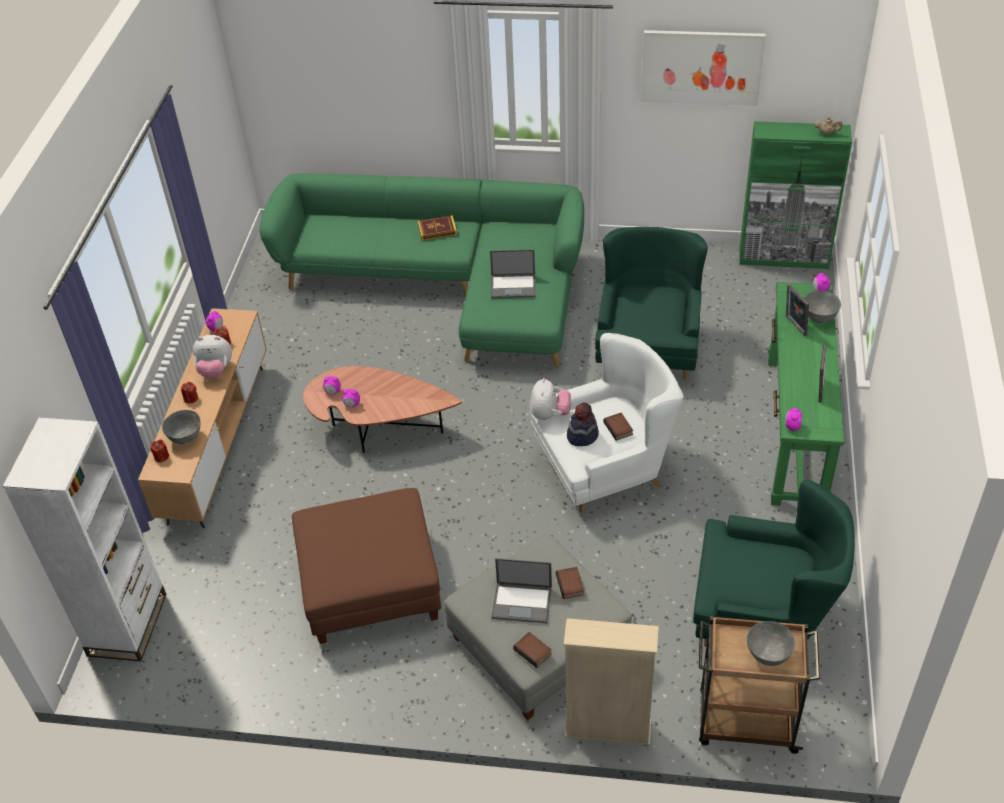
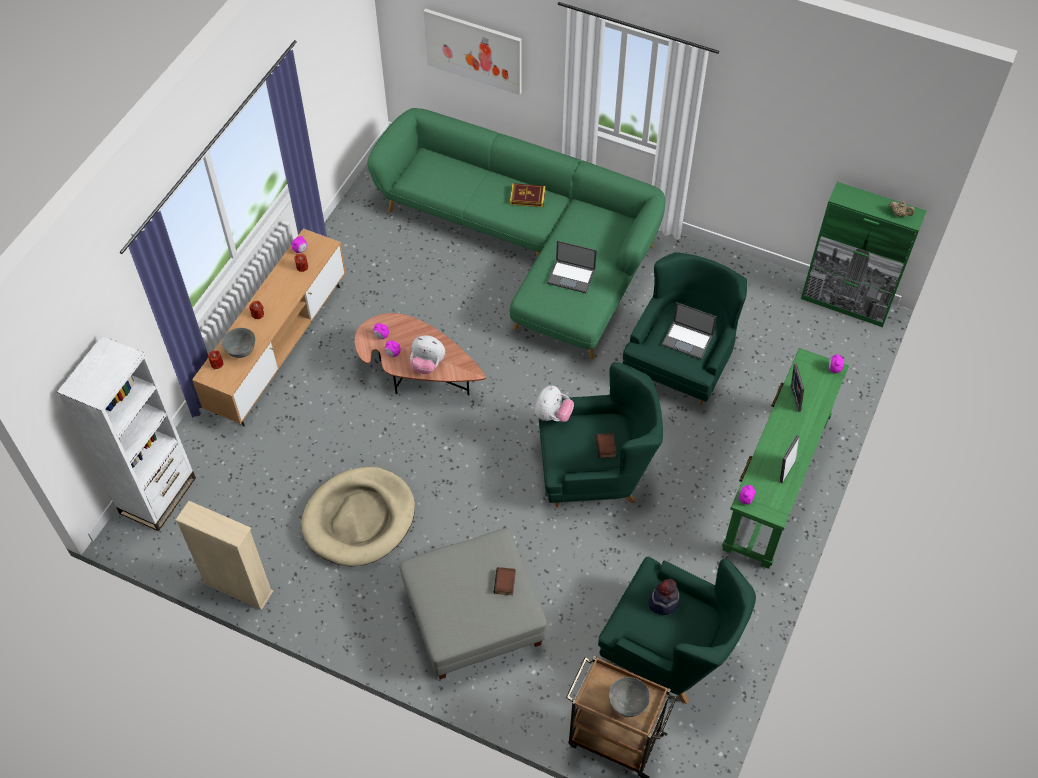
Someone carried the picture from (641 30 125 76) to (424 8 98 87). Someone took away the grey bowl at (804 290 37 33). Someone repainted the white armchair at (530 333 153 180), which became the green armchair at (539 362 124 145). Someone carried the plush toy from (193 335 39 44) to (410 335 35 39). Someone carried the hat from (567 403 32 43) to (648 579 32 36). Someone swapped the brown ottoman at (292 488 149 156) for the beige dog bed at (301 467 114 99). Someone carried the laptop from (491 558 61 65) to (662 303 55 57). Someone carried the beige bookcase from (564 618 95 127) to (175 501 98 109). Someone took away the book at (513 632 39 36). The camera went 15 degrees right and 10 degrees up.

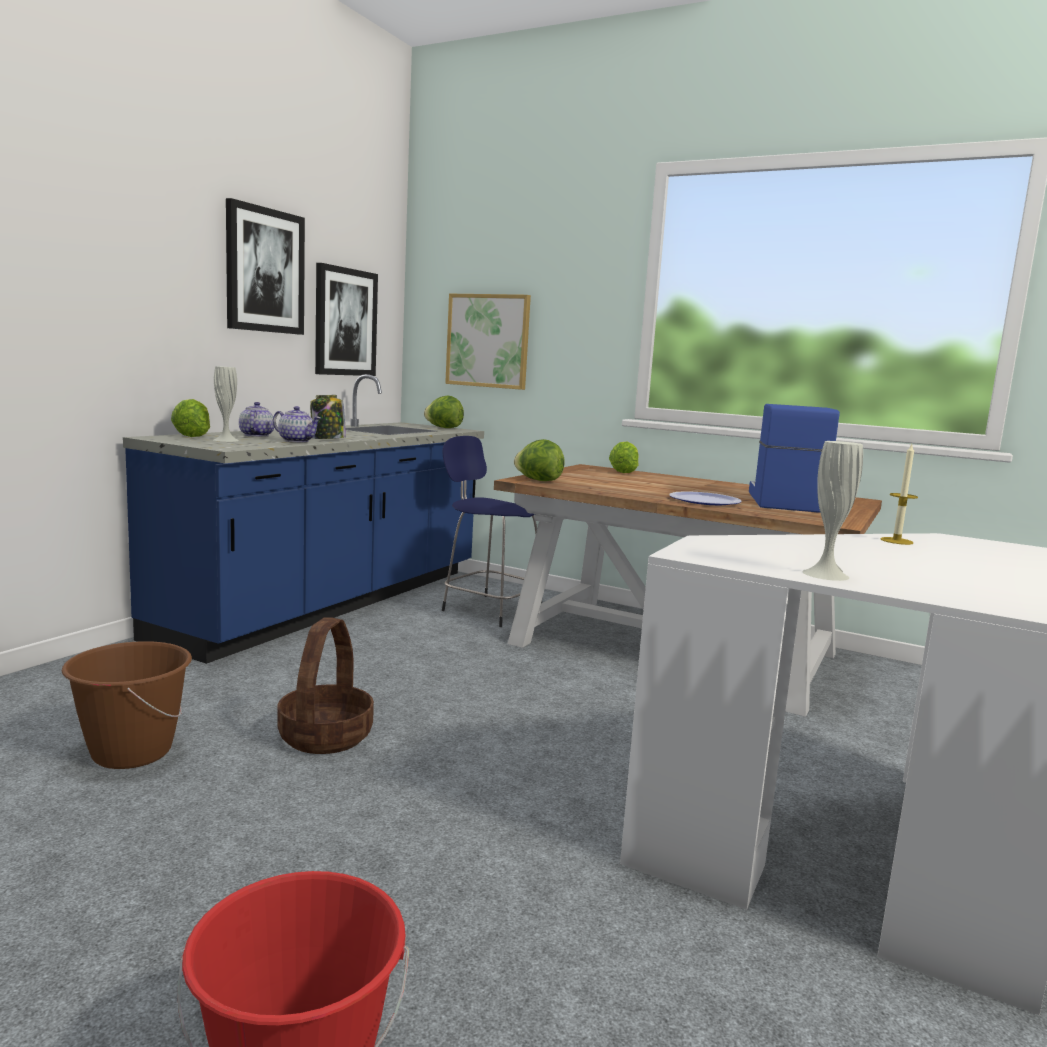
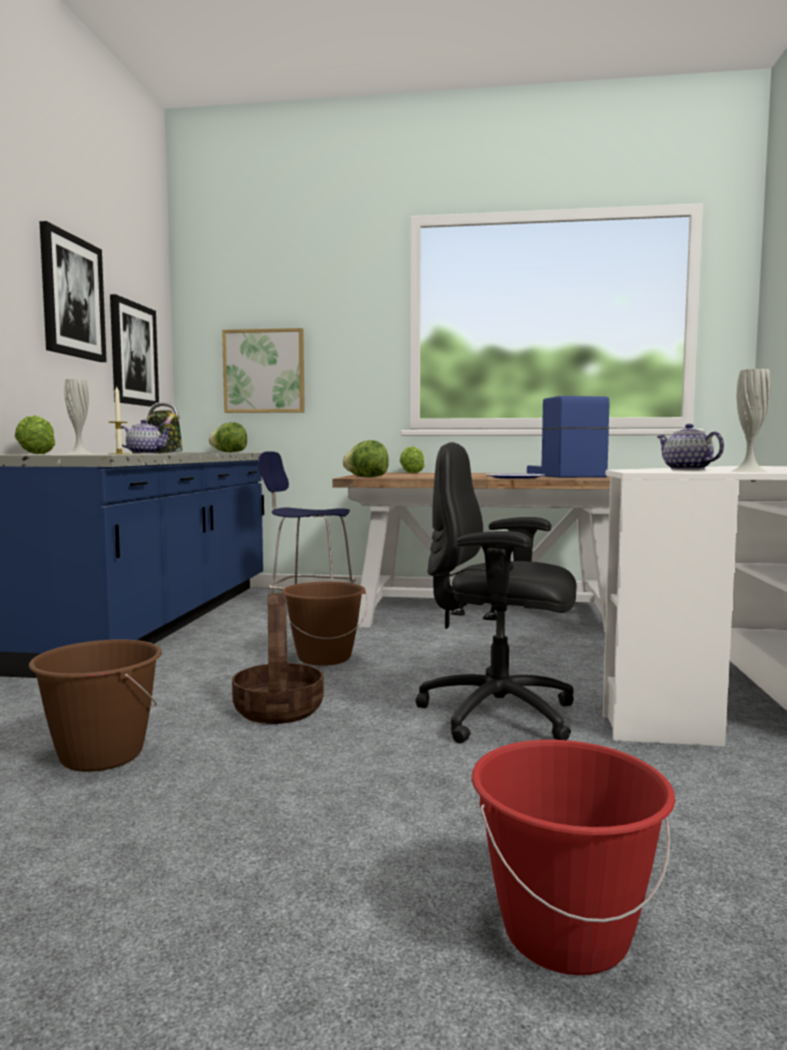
Someone carried the teapot from (239 402 35 35) to (657 424 67 46). Someone carried the candle from (880 444 38 101) to (108 387 22 67). Someone put down the black office chair at (416 442 160 301). Someone put down the brown bucket at (282 582 86 84). The camera went 20 degrees left and 5 degrees down.

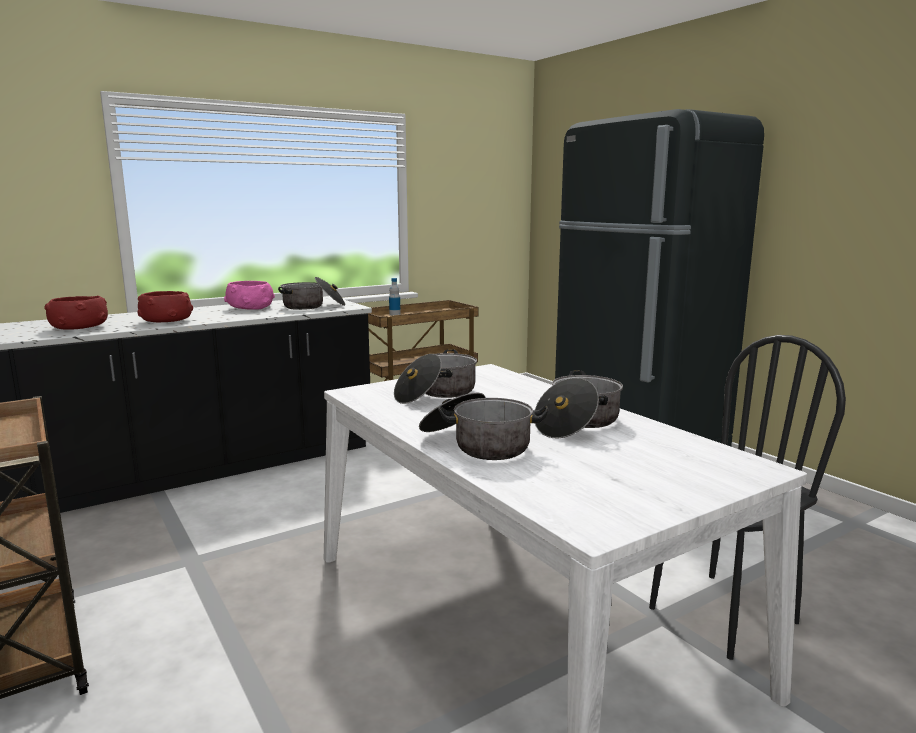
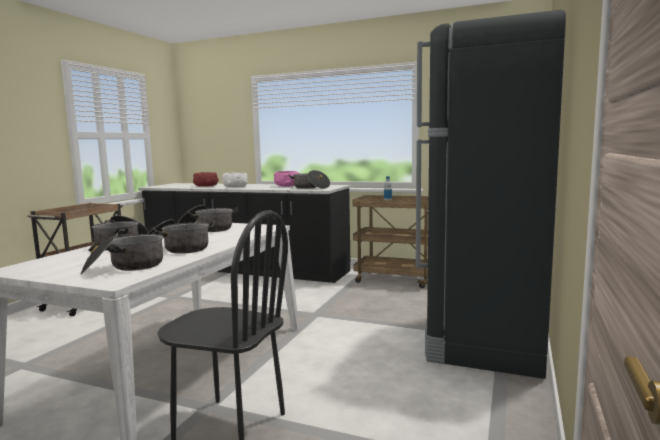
Someone repainted the red bowl at (137 291 56 31), which became the white bowl at (222 172 26 15). Someone put down the cooking pot at (80 231 83 43). The camera went 55 degrees right and 5 degrees down.

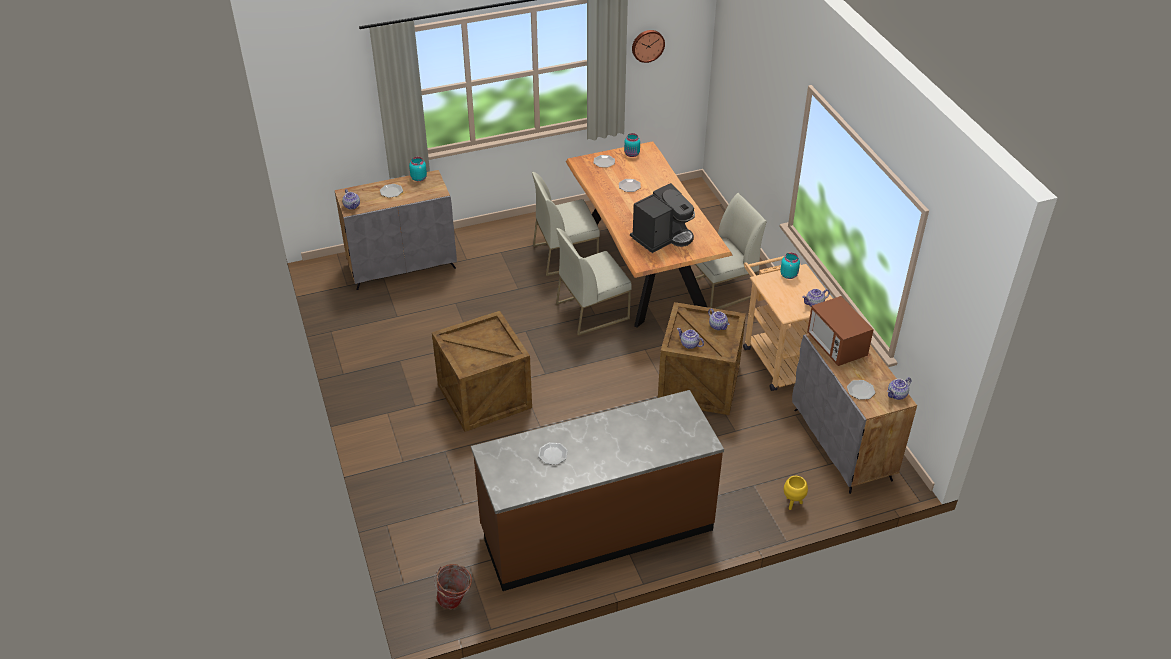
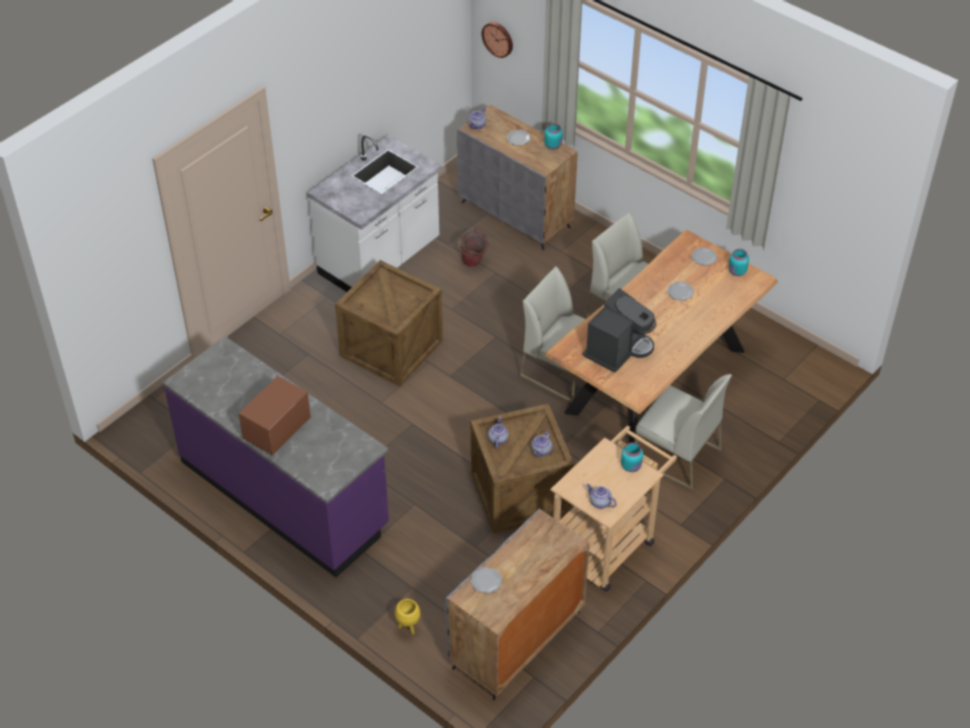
Someone carried the wall clock from (632 30 33 33) to (482 22 31 36). Someone rotated the coffee machine at (630 183 65 70) by 75 degrees counterclockwise. Someone carried the microwave from (807 296 67 70) to (238 376 73 79). Someone took away the teapot at (887 377 24 23). Someone repainted the brown counter at (471 390 253 201), which became the purple counter at (163 336 226 241). Someone took away the plate at (538 442 30 23). Someone carried the bucket from (434 564 38 45) to (458 228 31 39). Someone put down the white counter at (307 135 135 157). The camera went 60 degrees right and 5 degrees up.

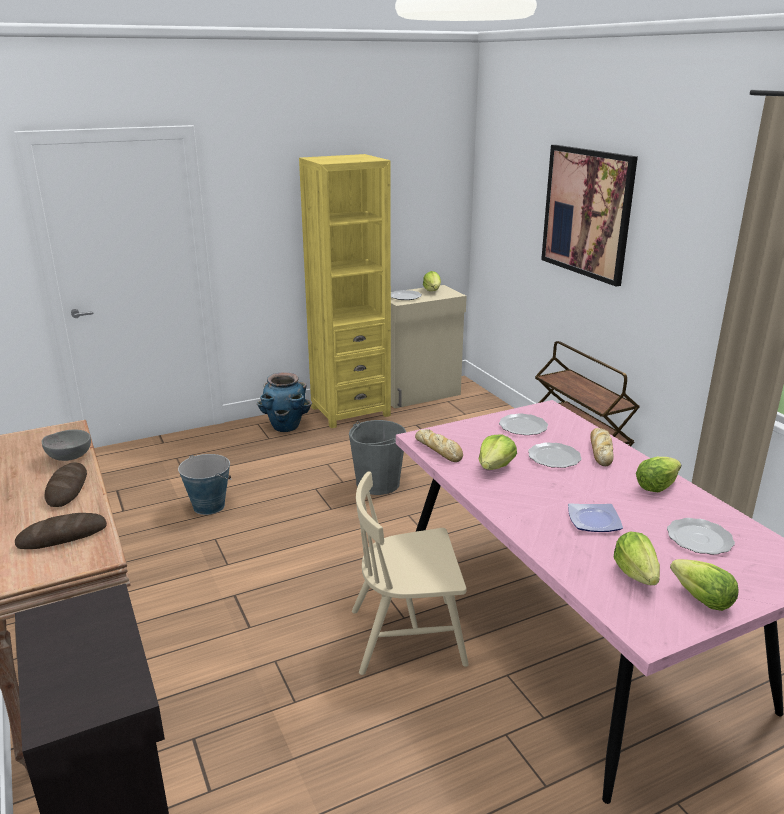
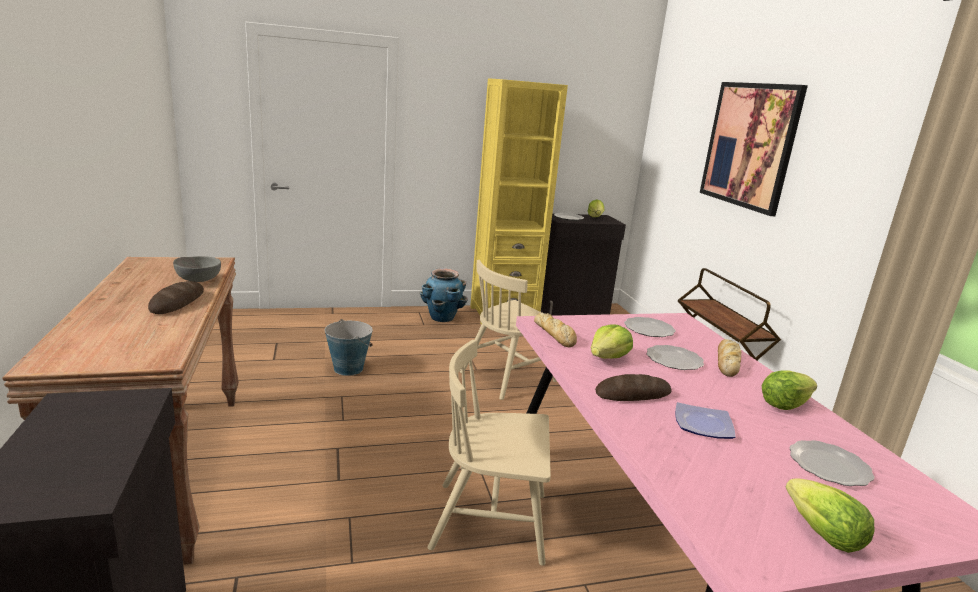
Someone repainted the beige cabinet at (391 285 76 123), which became the black cabinet at (541 214 85 102). Someone swapped the grey bucket at (349 420 57 75) for the beige chair at (460 260 97 140). Someone carried the bread from (15 513 92 36) to (595 374 77 27). Someone took away the lettuce at (614 531 46 54). The camera went 10 degrees right and 5 degrees down.

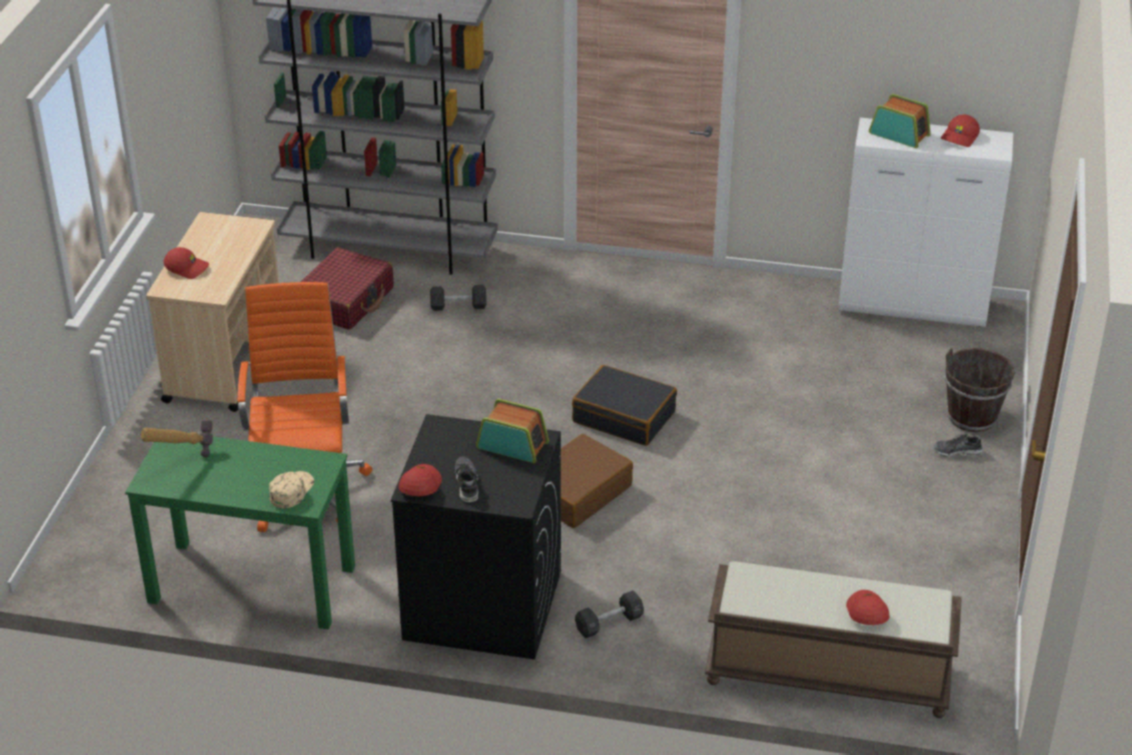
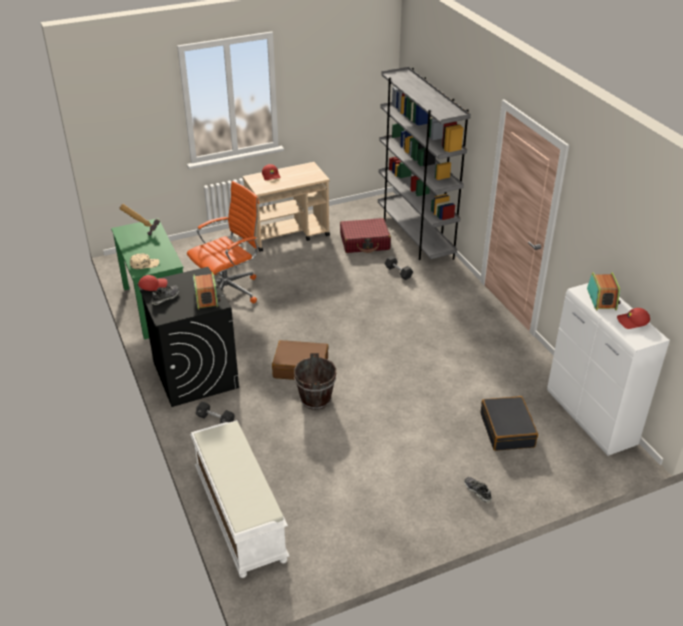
Someone carried the brown bucket from (945 348 71 84) to (294 353 42 57). Someone carried the black suitcase from (572 365 105 81) to (481 396 57 55). Someone repainted the brown bench at (705 561 257 157), which became the white bench at (190 420 100 158). Someone took away the red cap at (846 590 43 35). The camera went 55 degrees right and 0 degrees up.

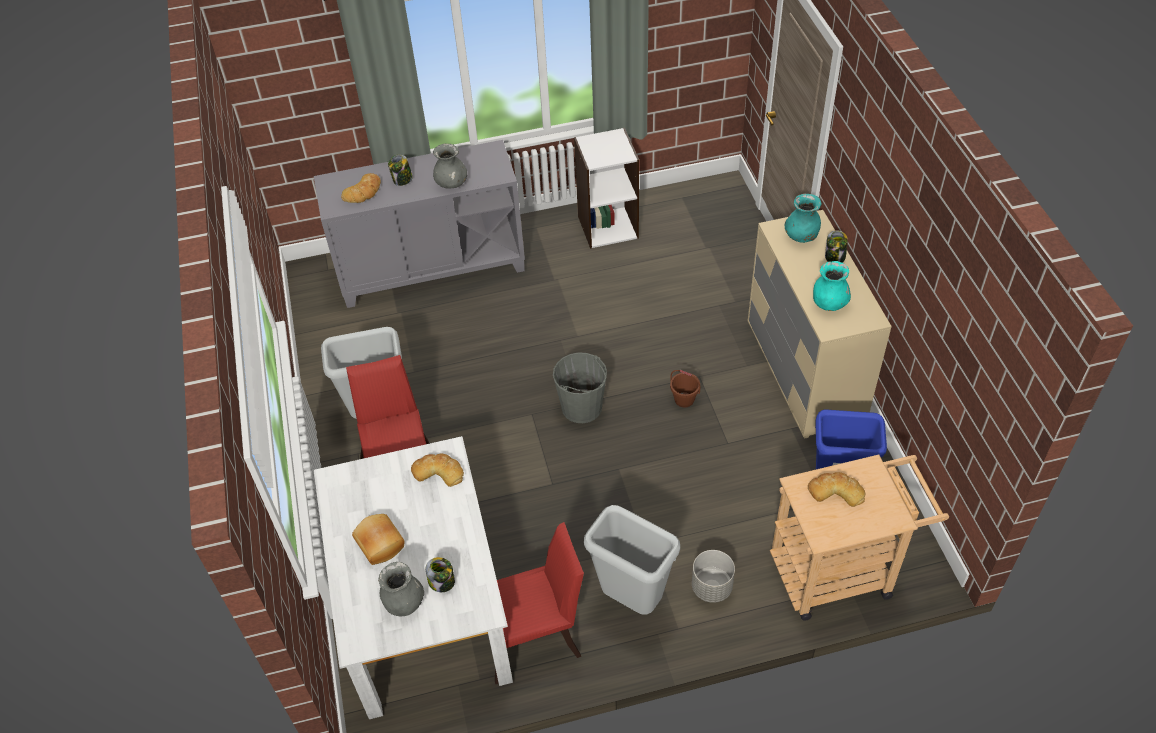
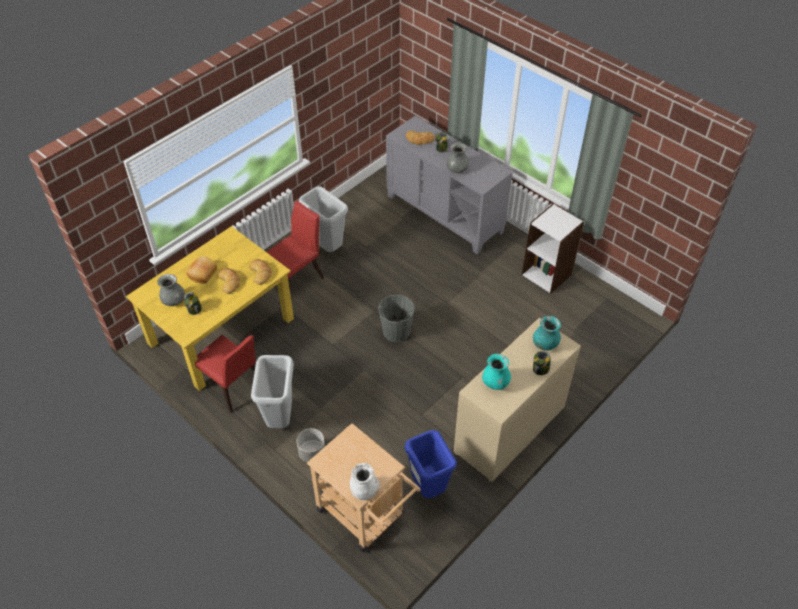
Someone took away the brown bucket at (670 370 30 37). Someone repainted the white dining table at (314 436 199 283), which became the yellow dining table at (126 226 168 165). Someone carried the bread from (808 472 57 35) to (218 268 22 26). Someone put down the white vase at (350 463 29 37). The camera went 55 degrees right and 0 degrees up.

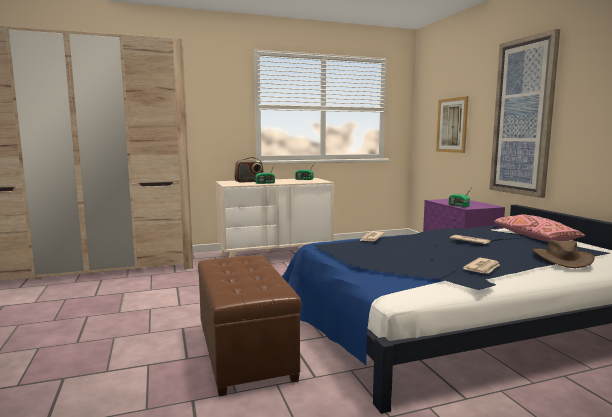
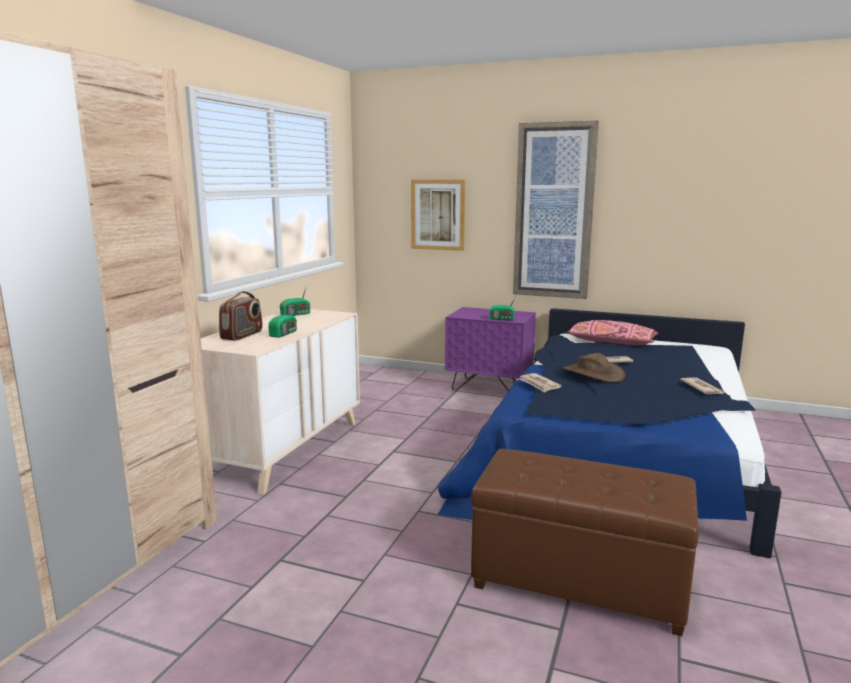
Someone carried the brown hat from (533 240 62 28) to (563 353 63 29). The camera went 50 degrees left and 5 degrees up.

